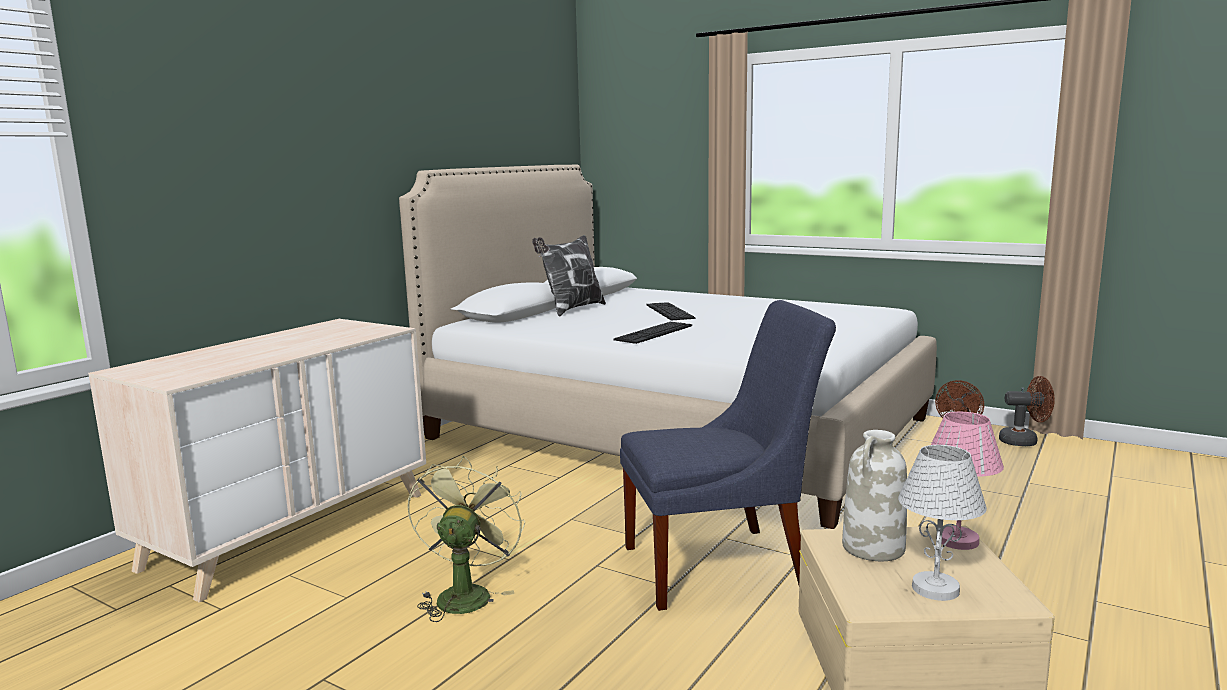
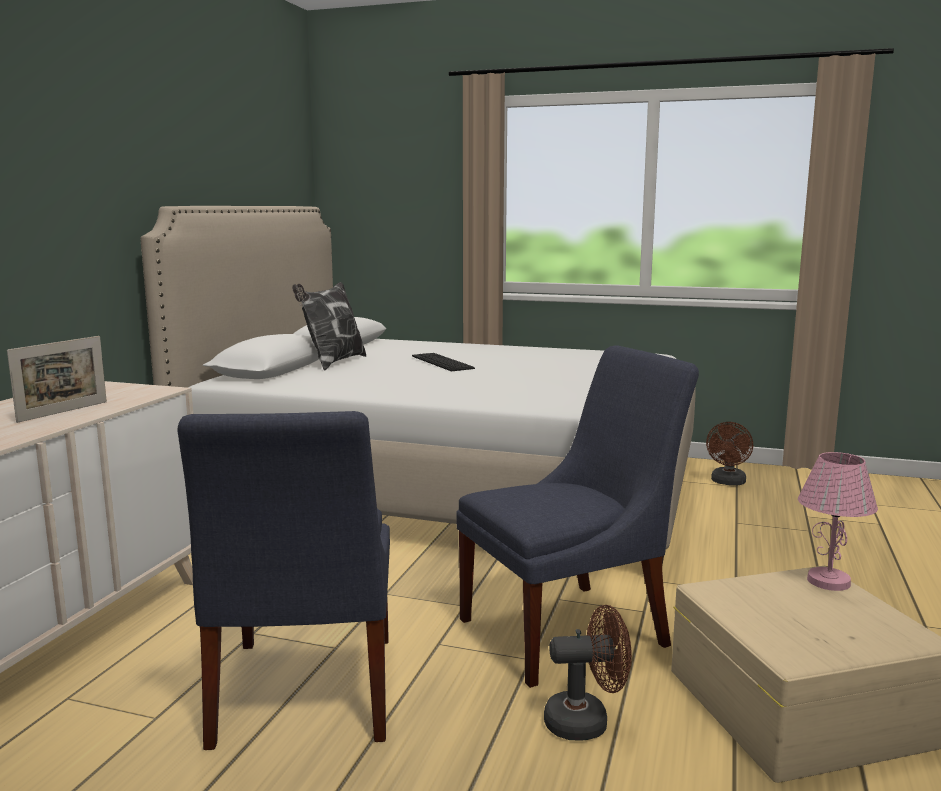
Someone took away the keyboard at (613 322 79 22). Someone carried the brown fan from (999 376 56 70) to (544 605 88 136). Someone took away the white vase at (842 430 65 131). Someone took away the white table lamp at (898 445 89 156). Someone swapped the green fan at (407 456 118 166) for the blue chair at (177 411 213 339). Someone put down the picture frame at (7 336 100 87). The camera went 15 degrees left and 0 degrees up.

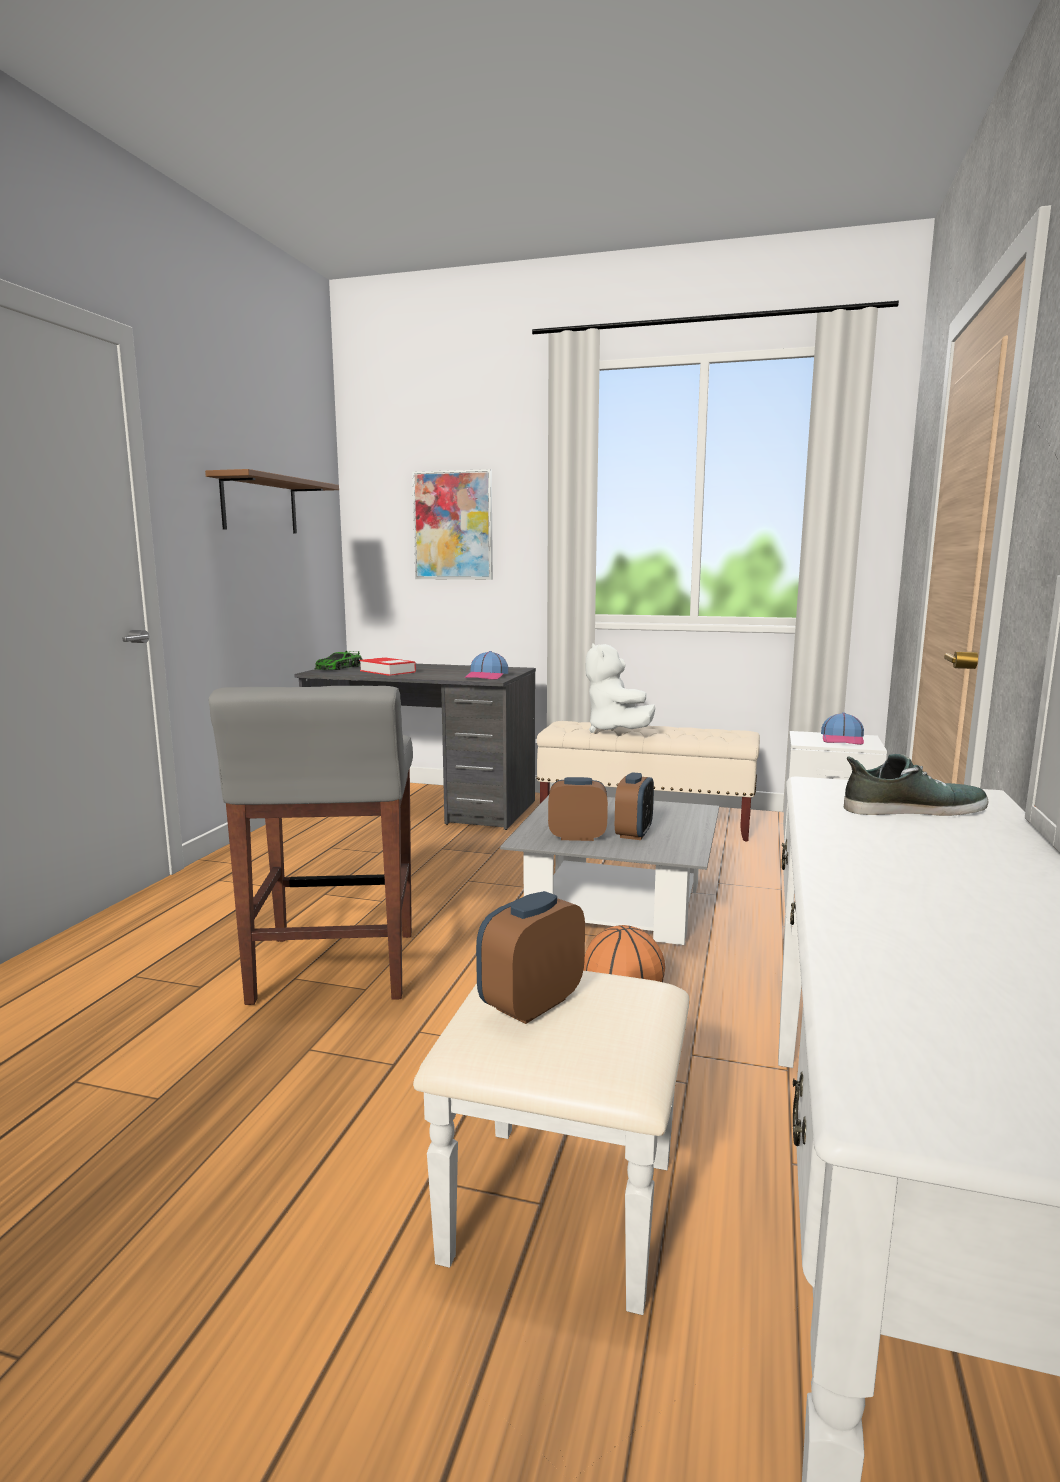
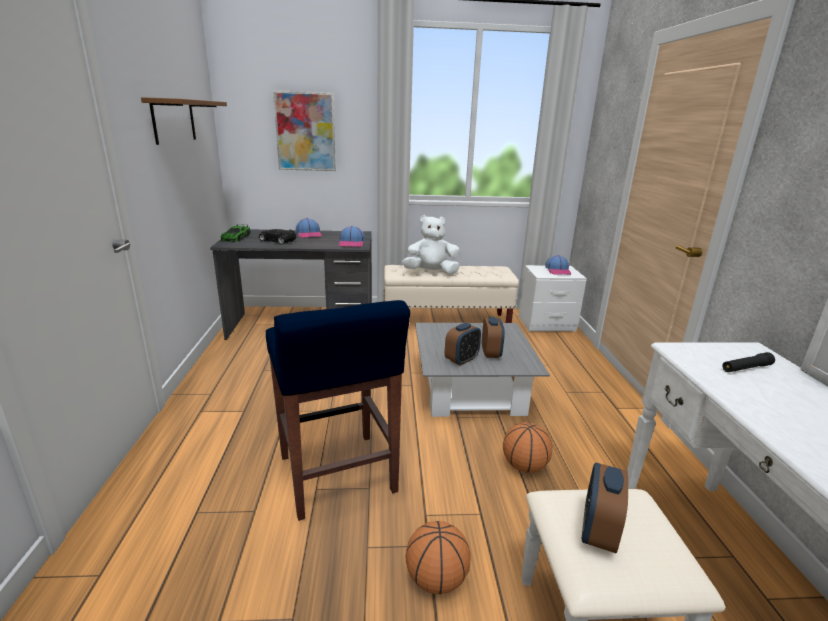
Someone rotated the white plush toy at (586 643 69 90) by 120 degrees clockwise. Someone swapped the book at (359 657 57 19) for the black toy car at (259 229 37 16). Someone repainted the grey stool at (209 686 204 319), which became the blue stool at (266 300 144 221). Someone swapped the shoe at (844 754 144 62) for the black flashlight at (722 352 53 20). Someone rotated the alarm clock at (548 777 60 64) by 150 degrees clockwise. Someone put down the cap at (296 218 26 20). Someone put down the basketball at (406 521 65 73). The camera went 20 degrees left and 10 degrees up.

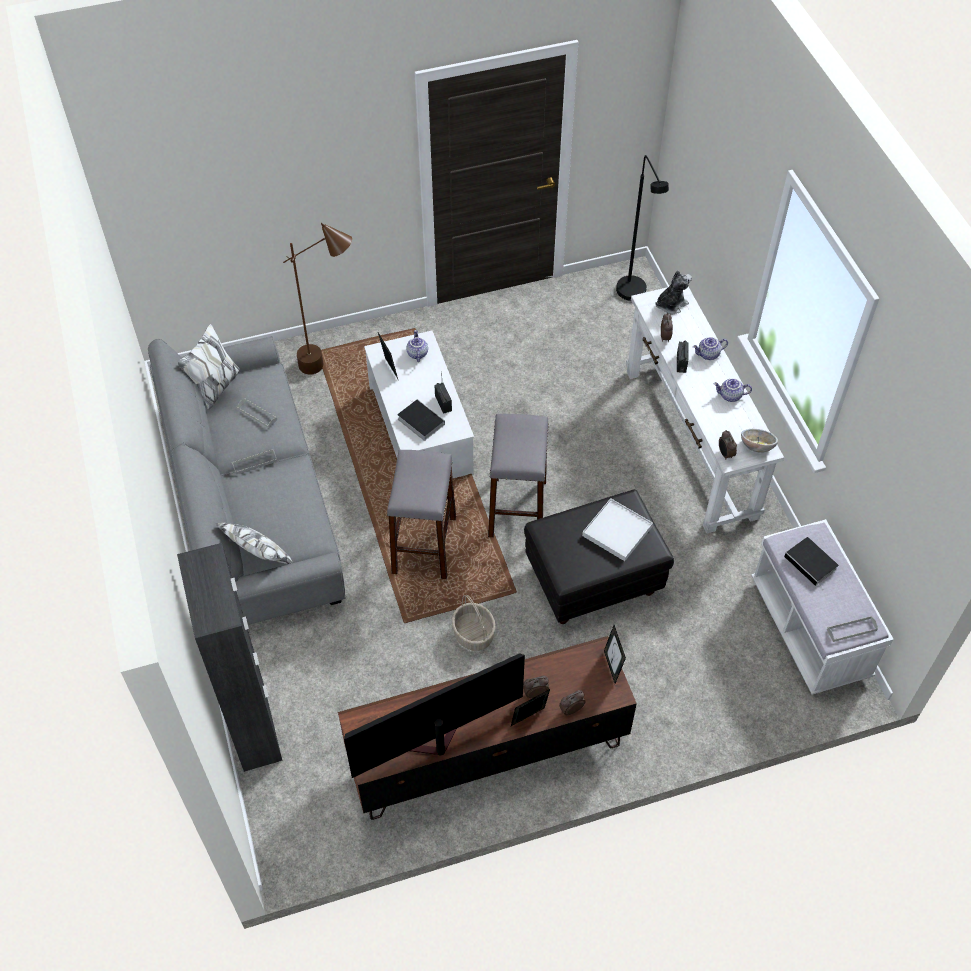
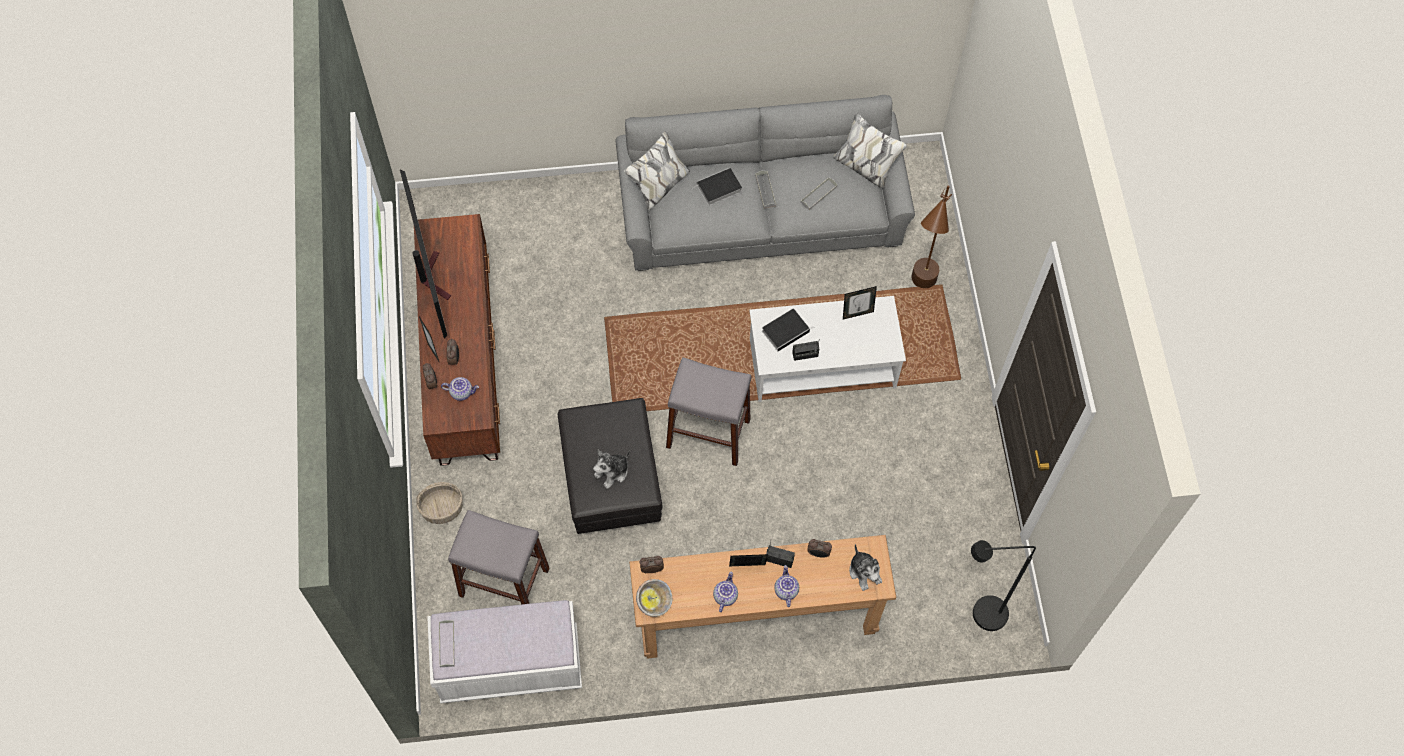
Someone repainted the white console table at (626 287 158 246), which became the brown console table at (629 535 267 124). Someone carried the teapot from (406 330 22 32) to (441 377 38 24). Someone carried the grey stool from (387 450 69 129) to (448 510 102 94). Someone swapped the white tray at (582 498 71 63) for the plush toy at (593 449 37 40). Someone carried the book from (784 537 55 53) to (693 168 49 38). Someone took away the black cabinet at (177 543 105 229). Someone carried the basket from (452 595 44 56) to (416 482 47 42). Someone carried the picture frame from (604 625 22 58) to (729 554 39 12). The camera went 100 degrees right and 10 degrees up.

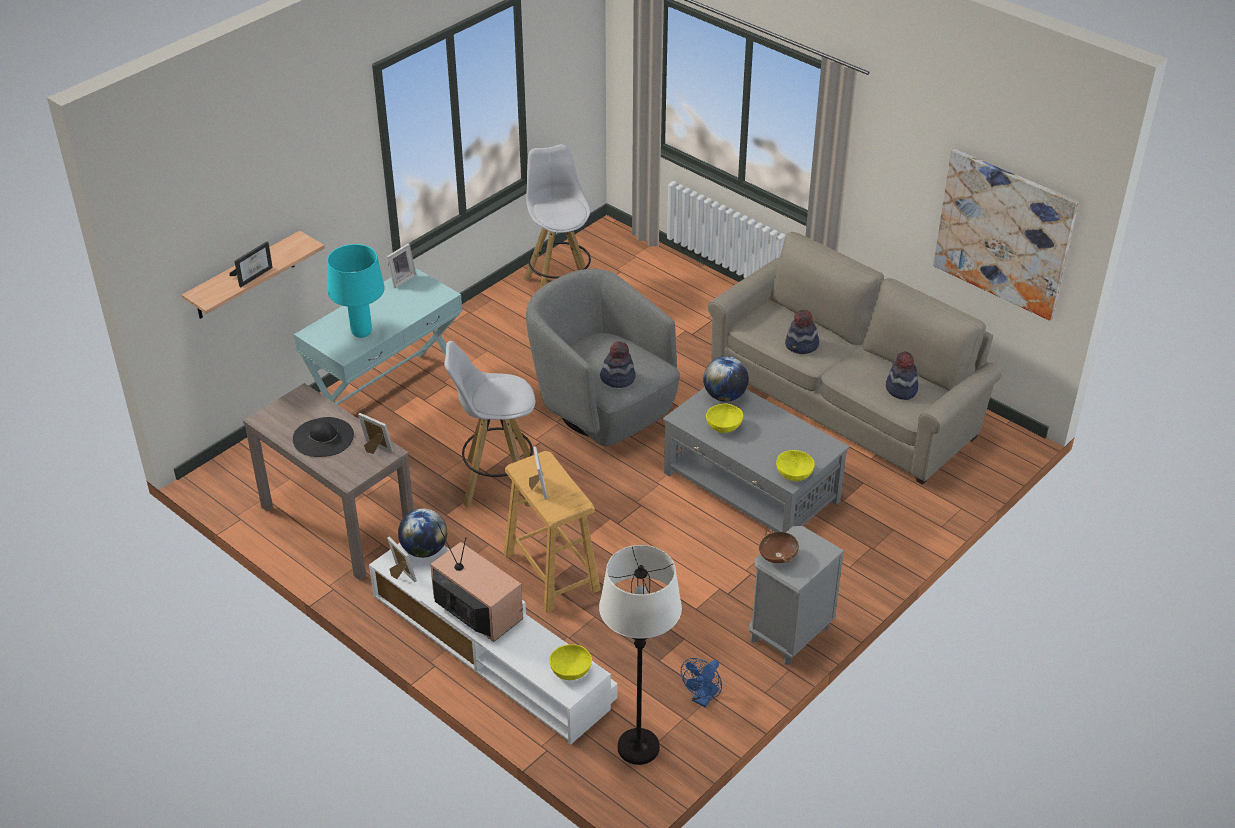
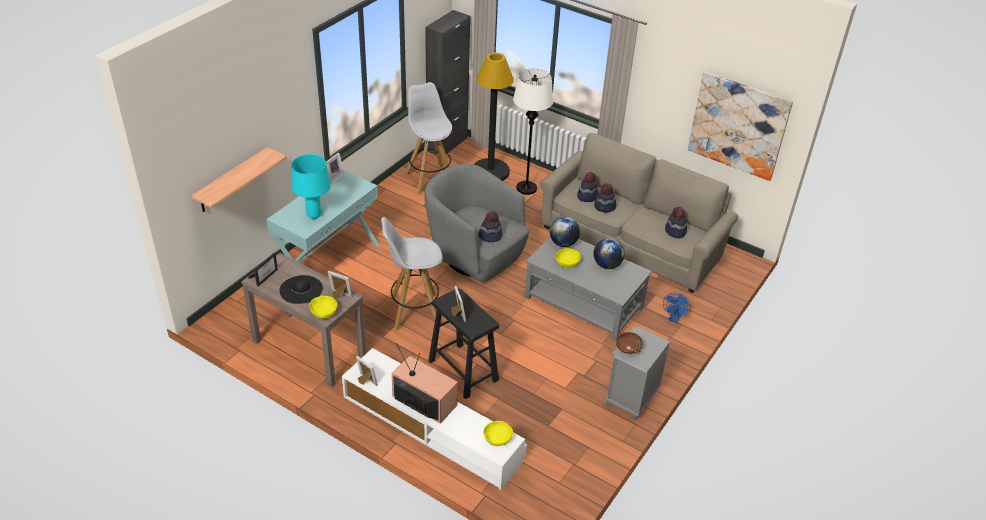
Someone carried the picture frame from (229 241 44 46) to (248 253 30 33). Someone carried the yellow bowl from (776 450 39 31) to (309 296 28 23). Someone repainted the beige stool at (504 451 97 162), which became the black stool at (428 288 71 111). Someone carried the globe from (398 508 49 50) to (593 238 32 31). Someone carried the white floor lamp from (599 545 83 220) to (513 69 40 126). Someone carried the blue fan from (681 658 41 49) to (663 293 28 30). Someone put down the black cabinet at (425 10 45 148). Someone put down the black floor lamp at (474 53 40 128). Someone put down the hat at (577 172 21 30). The camera went 10 degrees left and 0 degrees up.

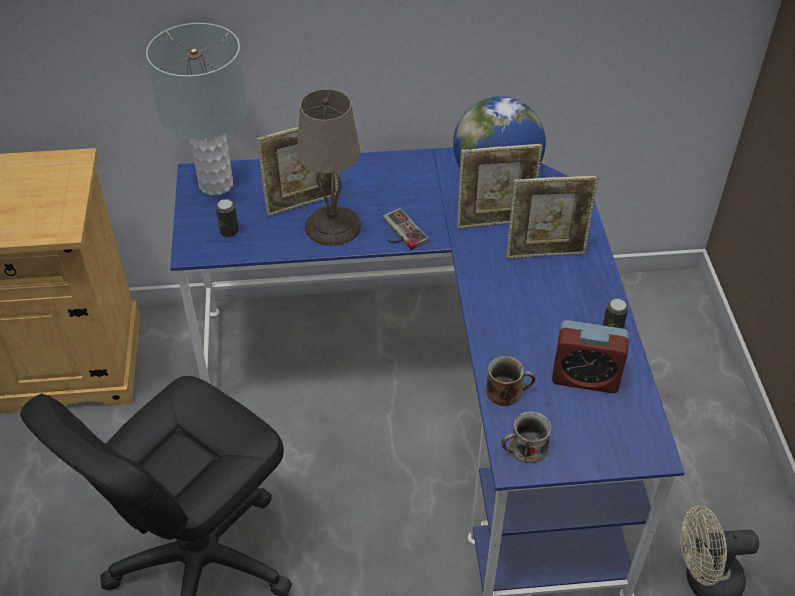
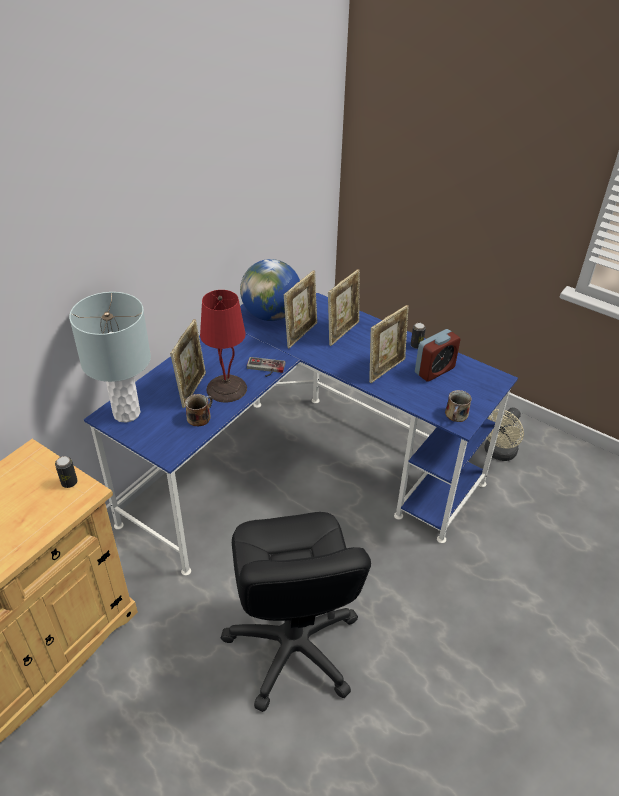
Someone repainted the beige table lamp at (297 89 64 157), which became the red table lamp at (200 290 47 112). Someone carried the can from (216 199 23 38) to (55 456 23 32). Someone carried the mug from (486 356 49 50) to (185 394 28 32). Someone put down the picture frame at (369 305 40 78). The camera went 50 degrees left and 5 degrees down.

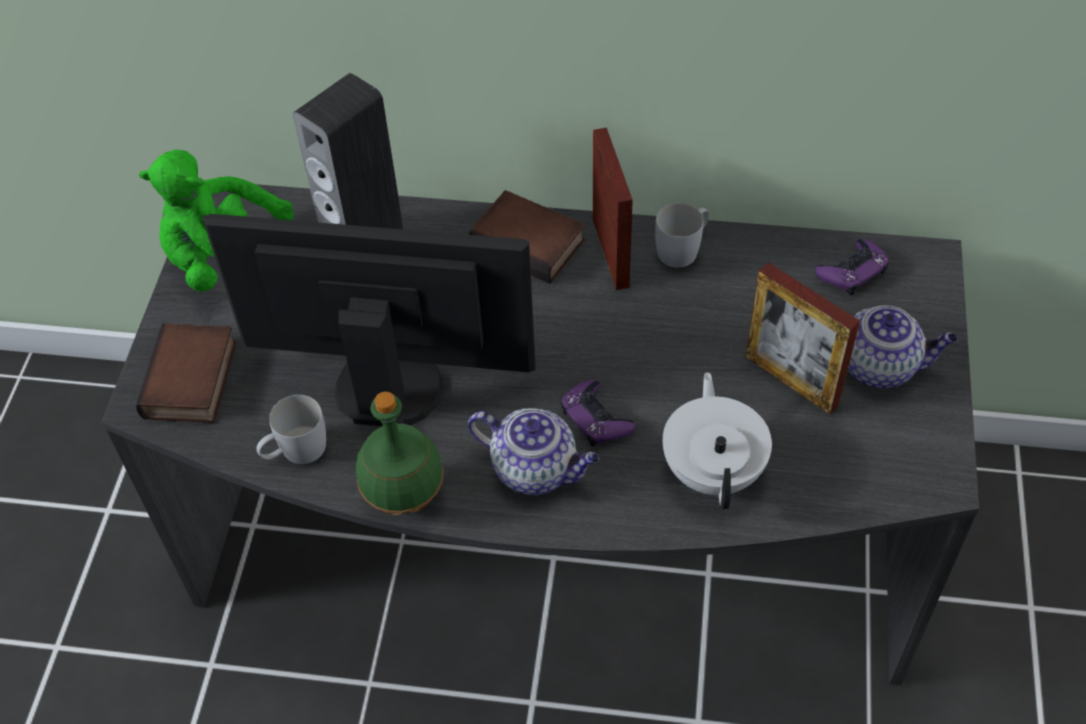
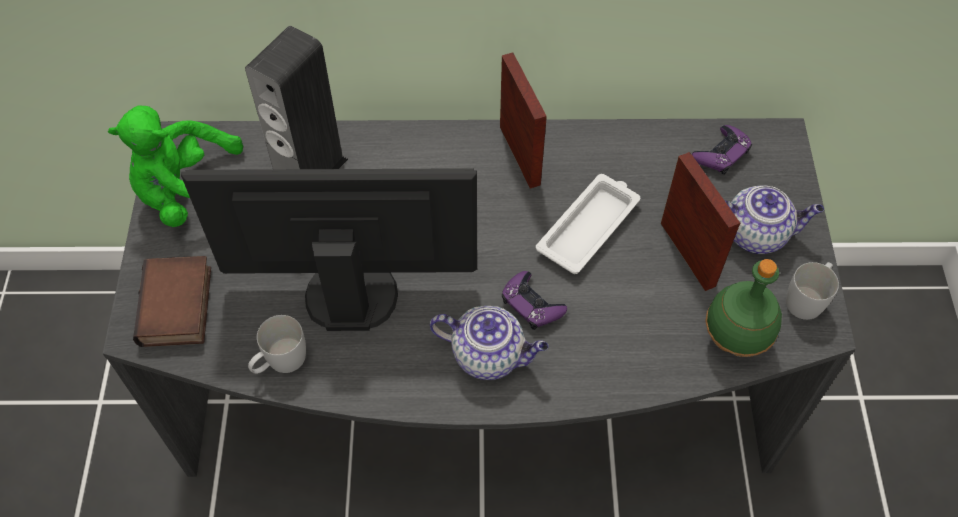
Someone took away the book at (469 190 116 94). Someone carried the white mug from (655 203 54 65) to (786 262 53 58). Someone rotated the picture frame at (746 262 114 152) by 150 degrees counterclockwise. Someone took away the white teapot at (663 372 109 138). Someone carried the green bottle from (356 392 88 123) to (705 259 77 98). Someone put down the white tray at (535 174 105 100). The camera went 10 degrees left and 5 degrees up.

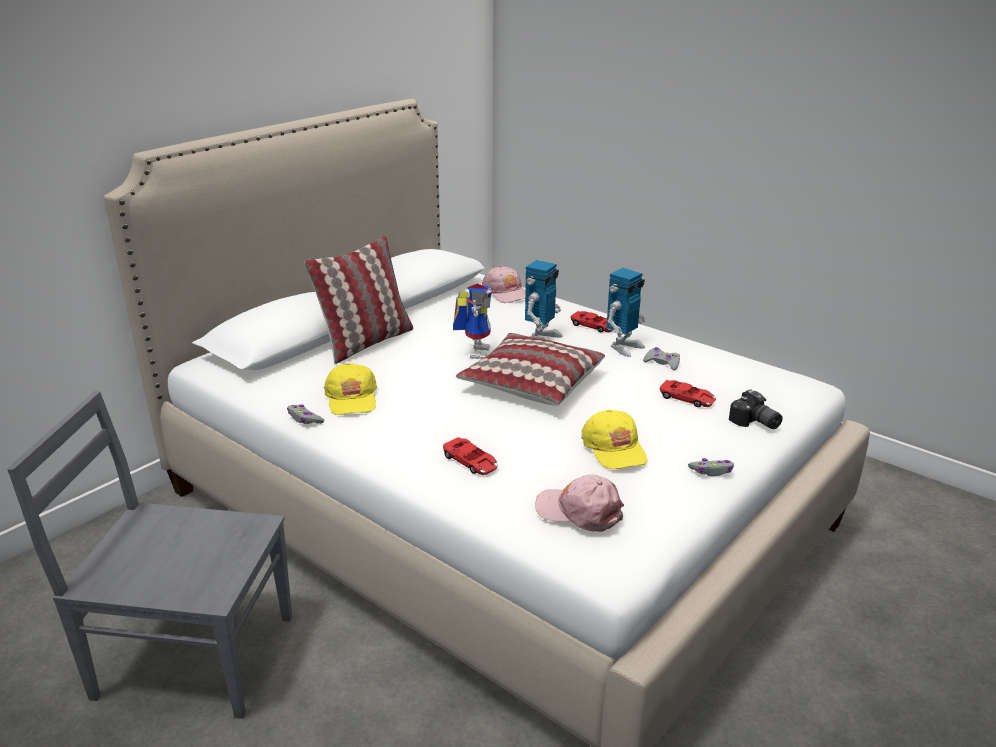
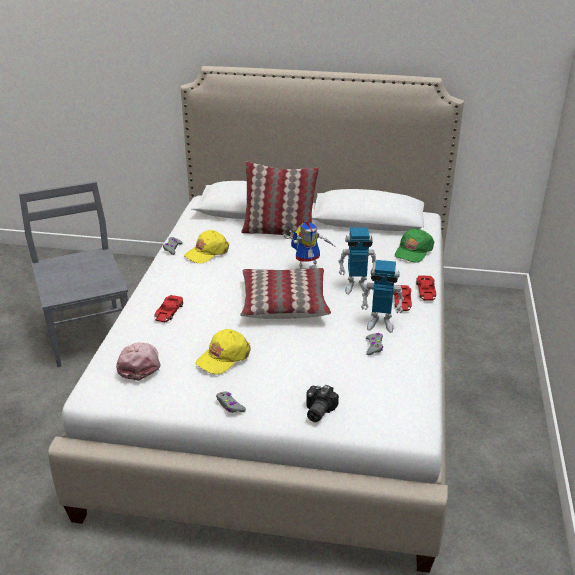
Someone repainted the pink cap at (482 266 43 37), which became the green cap at (395 229 39 34). Someone carried the red toy car from (660 380 56 27) to (416 275 20 26). The camera went 60 degrees right and 5 degrees up.

